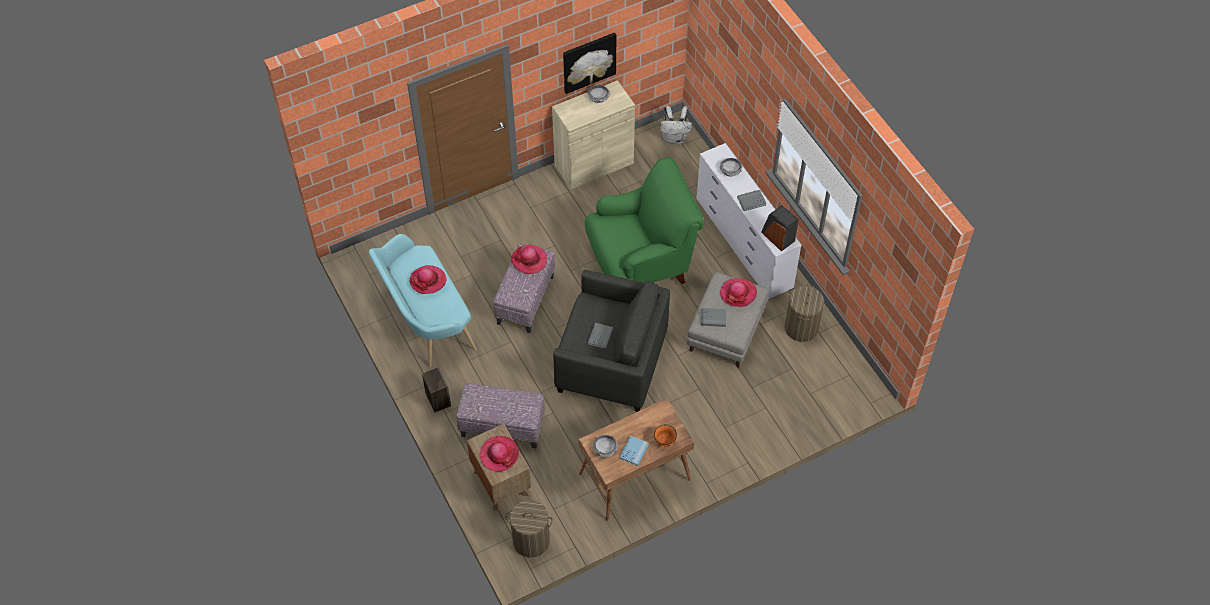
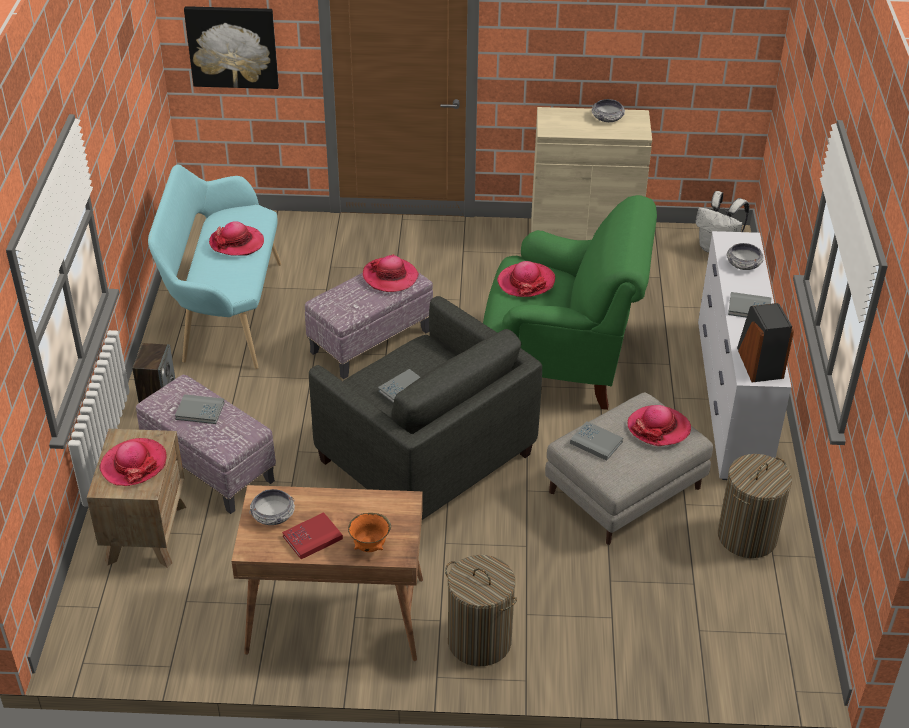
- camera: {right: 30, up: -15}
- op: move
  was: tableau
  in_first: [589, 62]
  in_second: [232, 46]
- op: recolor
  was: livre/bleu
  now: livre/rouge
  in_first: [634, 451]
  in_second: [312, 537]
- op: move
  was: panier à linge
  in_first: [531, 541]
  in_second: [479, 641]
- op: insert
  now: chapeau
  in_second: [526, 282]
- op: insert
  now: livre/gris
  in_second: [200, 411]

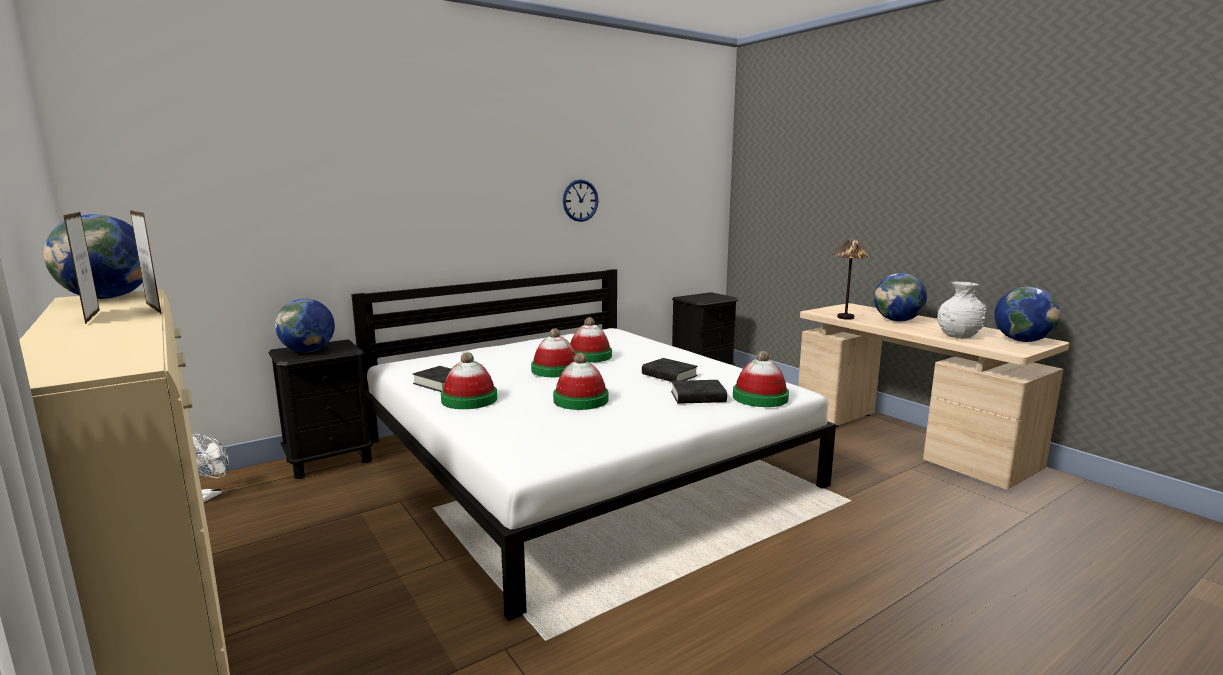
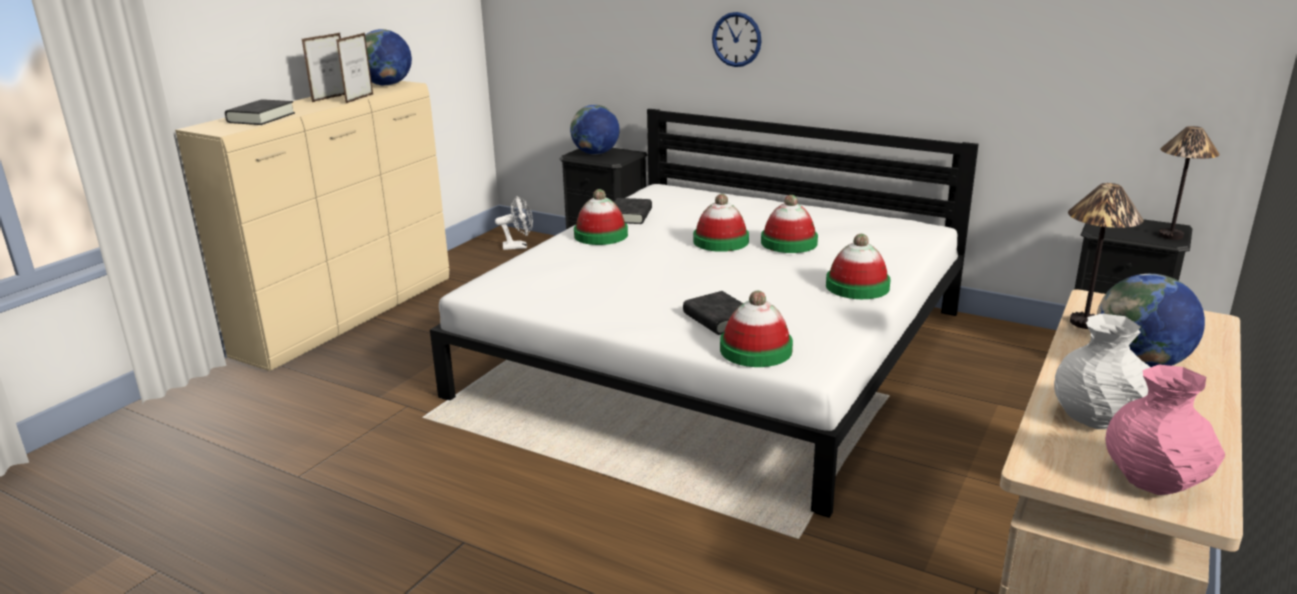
- camera: {right: 65, up: 10}
- op: move
  was: horloge murale
  in_first: [580, 200]
  in_second: [736, 39]
- op: replace
  was: globe
  now: vase/rose
  in_first: [1022, 341]
  in_second: [1155, 481]
- op: move
  was: chapeau
  in_first: [581, 400]
  in_second: [857, 286]
- op: move
  was: livre/noir
  in_first: [669, 375]
  in_second: [261, 118]
- op: insert
  now: lampe de table
  in_second: [1171, 236]

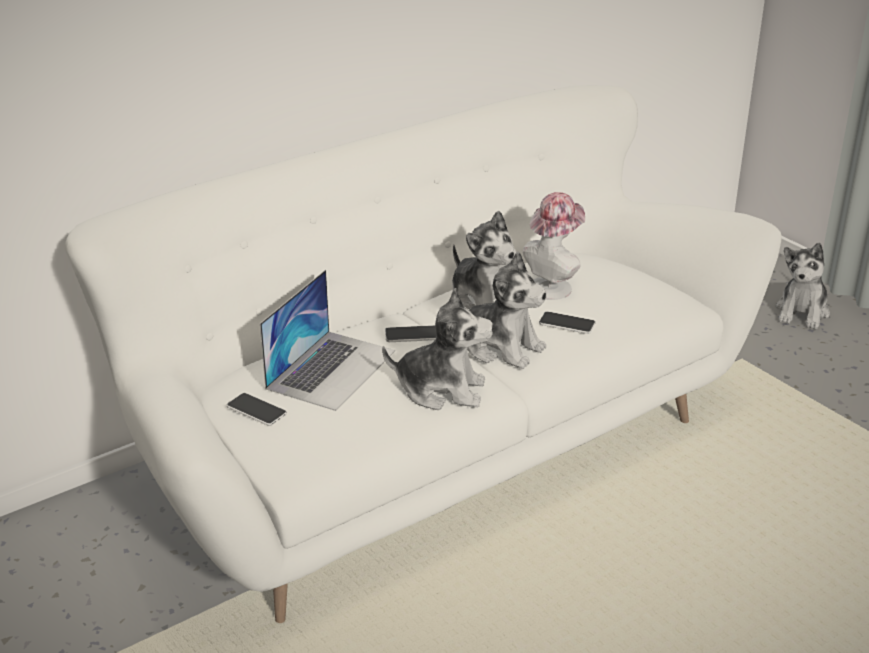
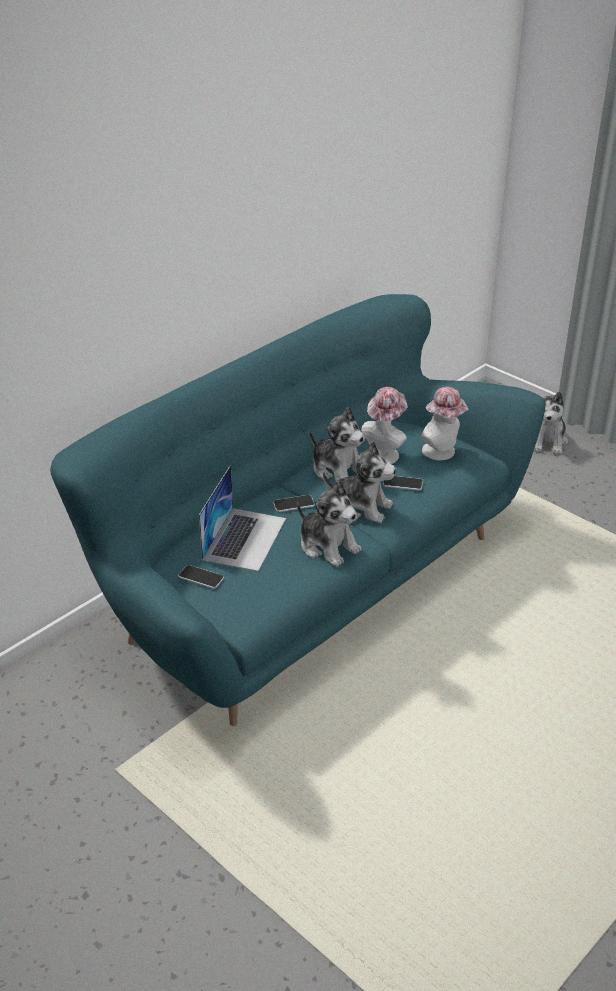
- camera: {right: -10, up: 5}
- op: recolor
  was: canapé/blanc
  now: canapé/turquoise
  in_first: [434, 453]
  in_second: [308, 583]
- op: rotate
  was: peluche
  in_first: [441, 390]
  in_second: [328, 546]
  clockwise: 45
- op: insert
  now: chapeau
  in_second: [442, 452]

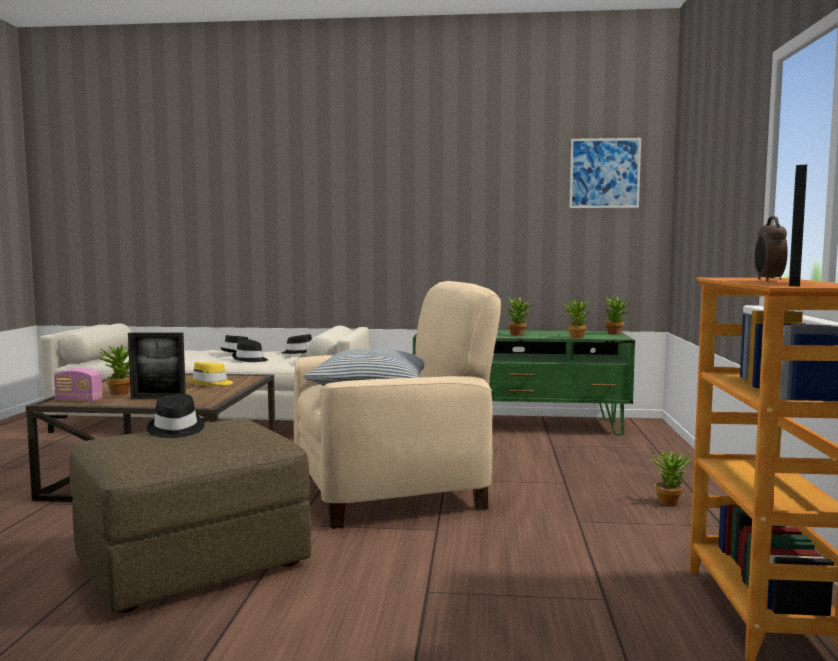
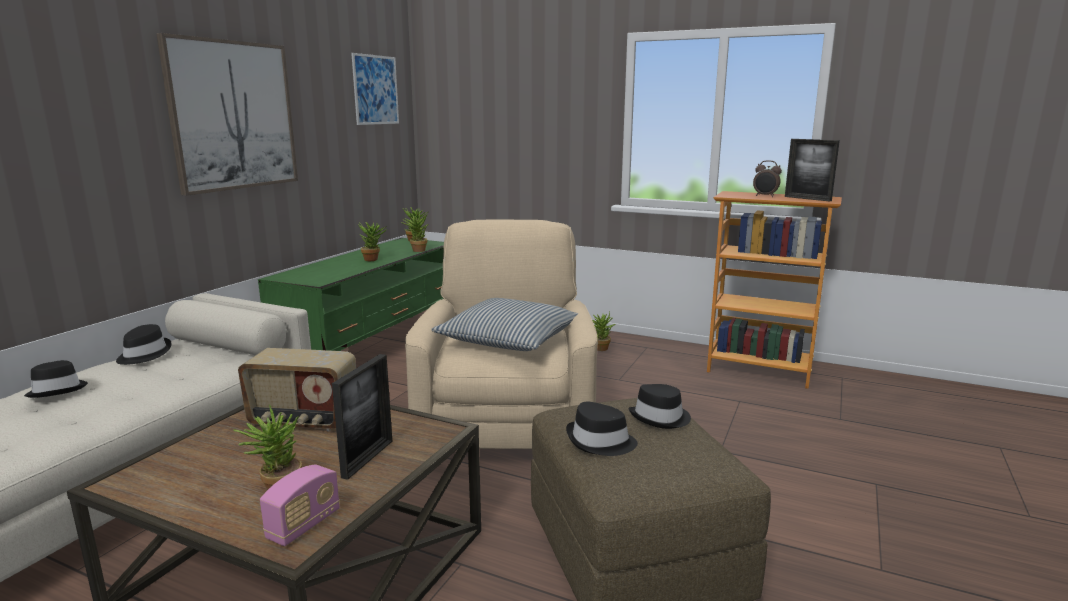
- camera: {right: -70, up: 10}
- op: move
  was: chapeau/noir
  in_first: [250, 359]
  in_second: [661, 418]
- op: replace
  was: chapeau/jaune
  now: radio
  in_first: [211, 384]
  in_second: [303, 421]
- op: insert
  now: tableau
  in_second: [233, 116]

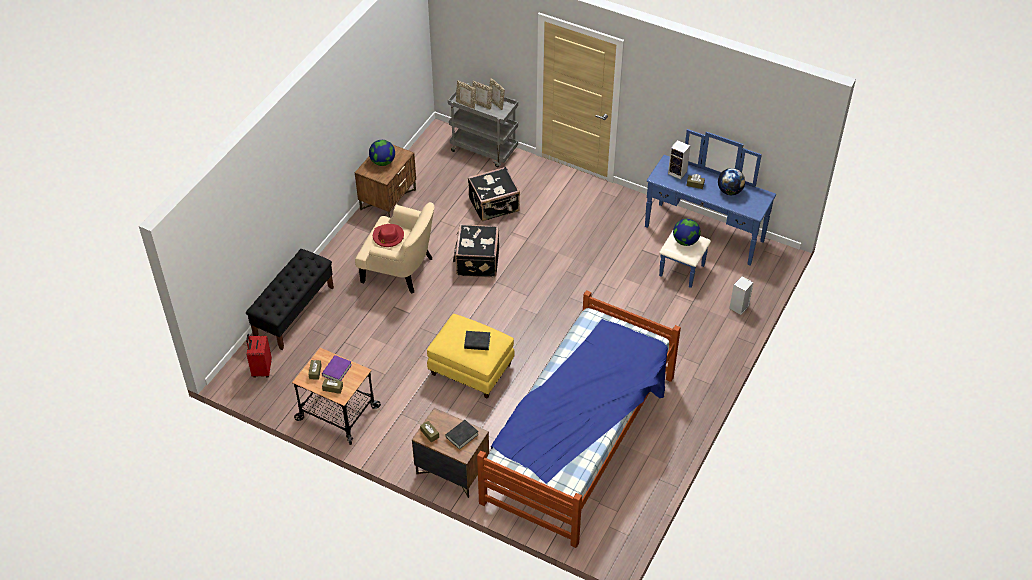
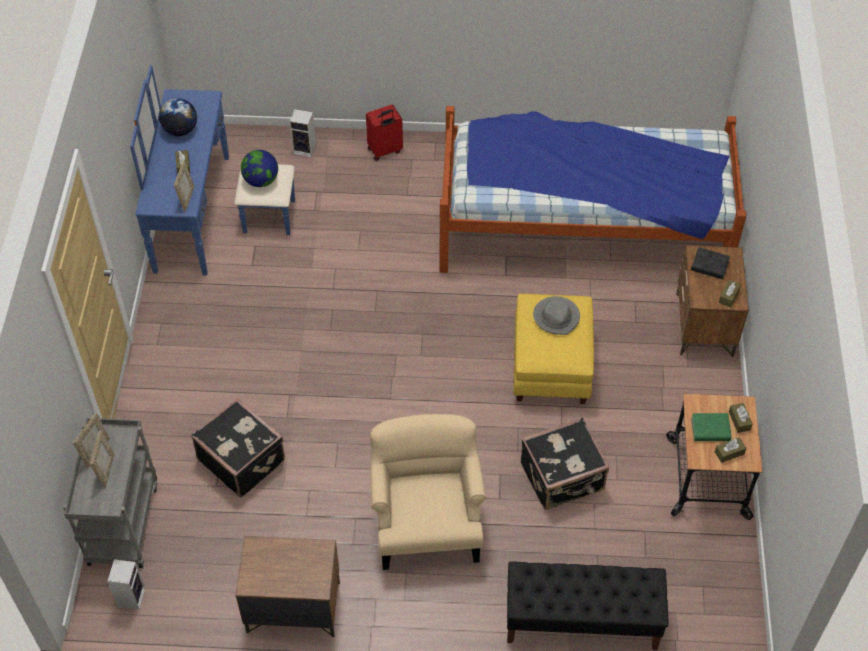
- camera: {right: -115, up: 5}
- op: move
  was: cadre photo
  in_first: [466, 104]
  in_second: [187, 199]
- op: delete
  was: globe
  in_first: [383, 162]
- op: move
  was: enceinte
  in_first: [678, 173]
  in_second: [131, 596]
- op: delete
  was: chapeau/rouge
  in_first: [388, 237]
- op: move
  was: valise/noir
  in_first: [476, 261]
  in_second: [563, 478]
- op: replace
  was: livre/noir
  now: chapeau/gris
  in_first: [477, 342]
  in_second: [556, 317]
- op: move
  was: valise/rouge
  in_first: [261, 369]
  in_second: [385, 151]
- op: recolor
  was: livre/violet
  now: livre/vert
  in_first: [337, 370]
  in_second: [710, 430]

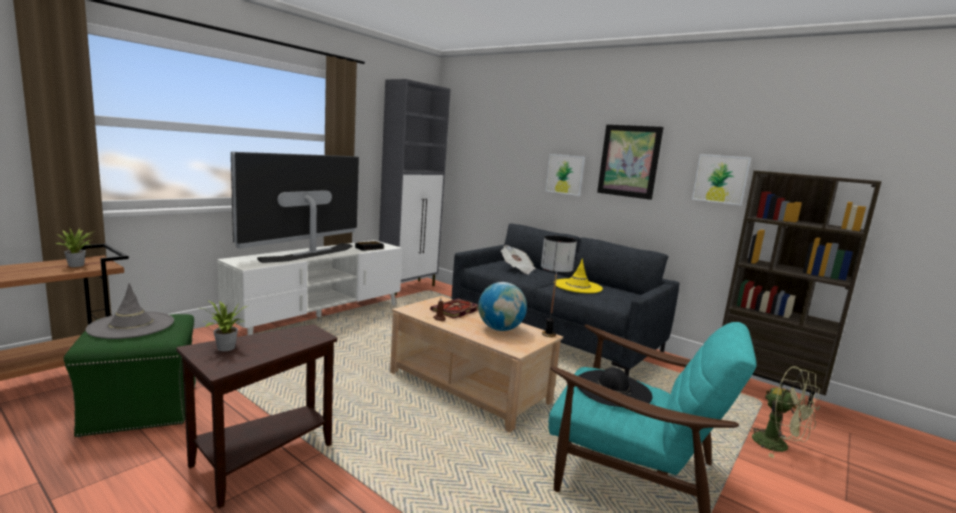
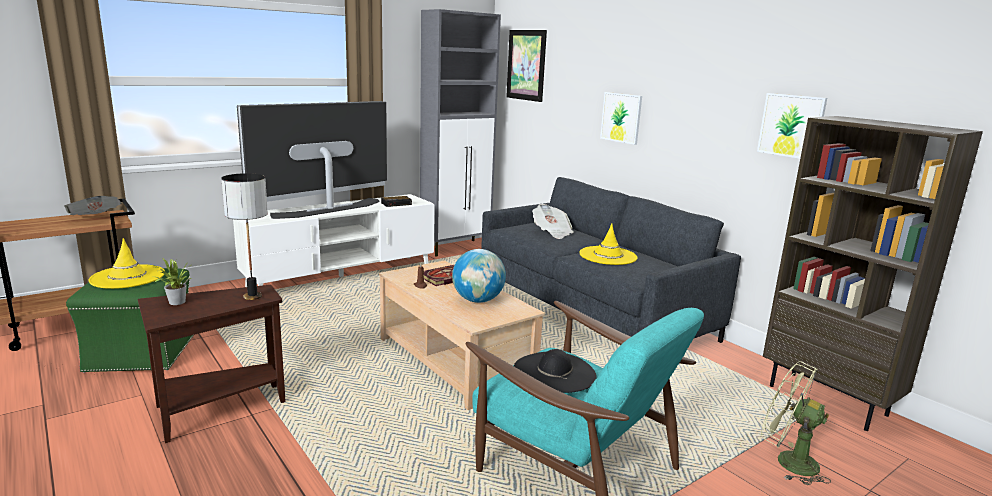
- camera: {right: 15, up: 5}
- op: move
  was: tableau
  in_first: [629, 161]
  in_second: [526, 65]
- op: replace
  was: plante en pot
  now: journal
  in_first: [78, 265]
  in_second: [95, 219]
- op: move
  was: lampe de table
  in_first: [549, 334]
  in_second: [253, 296]
- op: recolor
  was: chapeau/gris
  now: chapeau/jaune
  in_first: [131, 325]
  in_second: [127, 277]
- op: rotate
  was: ventilateur/vert
  in_first: [778, 446]
  in_second: [787, 461]
  clockwise: 150

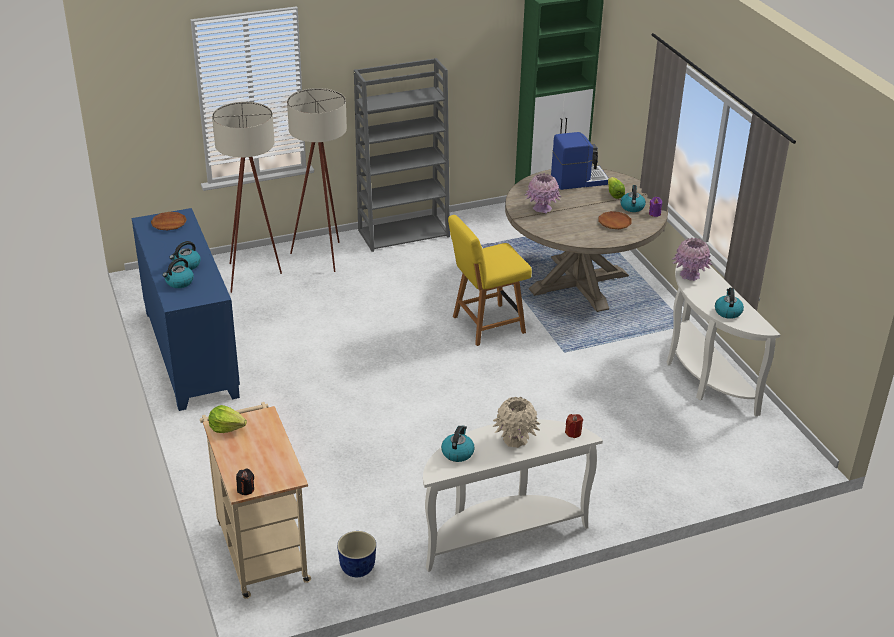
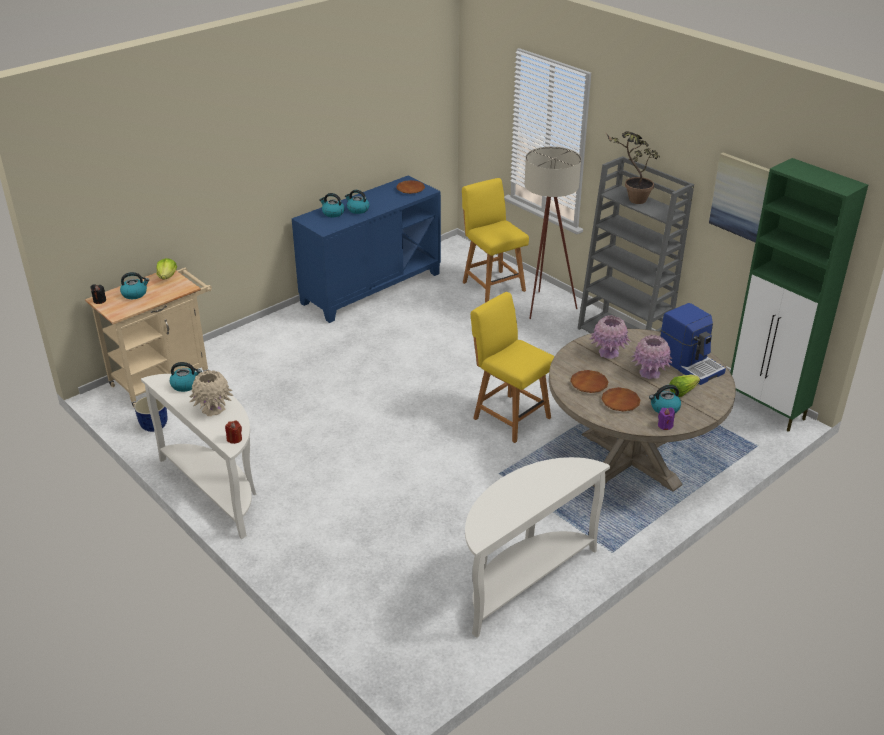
- camera: {right: 70, up: 0}
- op: replace
  was: lampadaire/beige
  now: chaise/jaune
  in_first: [255, 276]
  in_second: [492, 285]
- op: move
  was: vase/rose
  in_first: [689, 275]
  in_second: [649, 373]
- op: move
  was: bouilloire
  in_first: [728, 311]
  in_second: [135, 294]
- op: insert
  now: plante en pot
  in_second: [630, 200]
- op: insert
  now: tableau
  in_second: [742, 197]
- op: insert
  now: assiette/marron
  in_second: [589, 384]

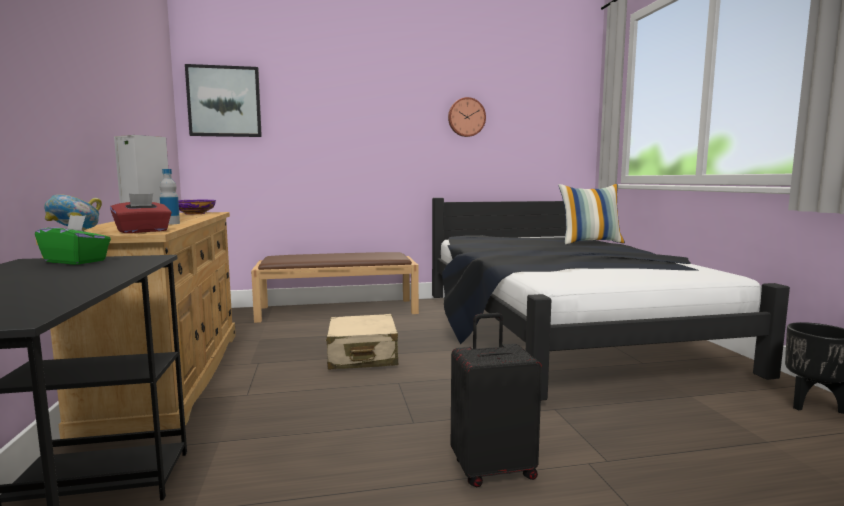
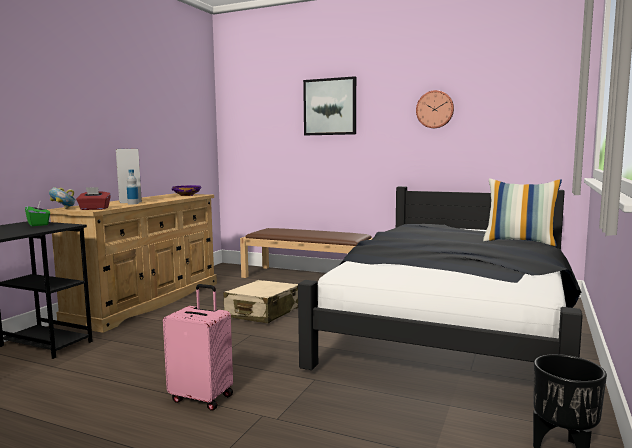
- camera: {right: 35, up: 0}
- op: move
  was: tableau
  in_first: [224, 101]
  in_second: [330, 107]
- op: recolor
  was: valise/noir
  now: valise/rose
  in_first: [493, 469]
  in_second: [202, 397]

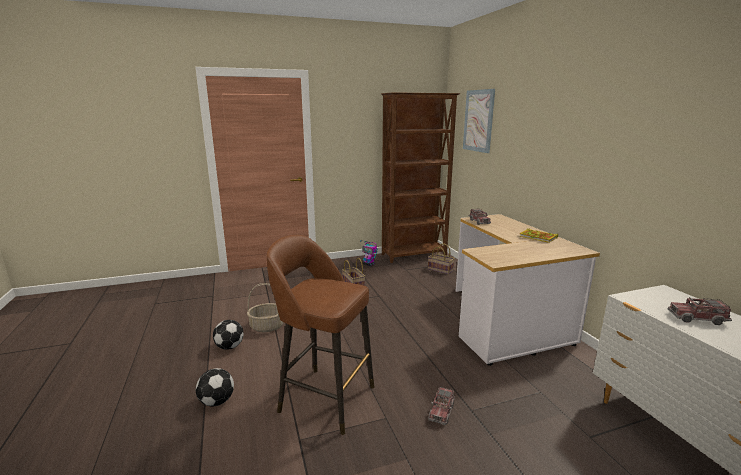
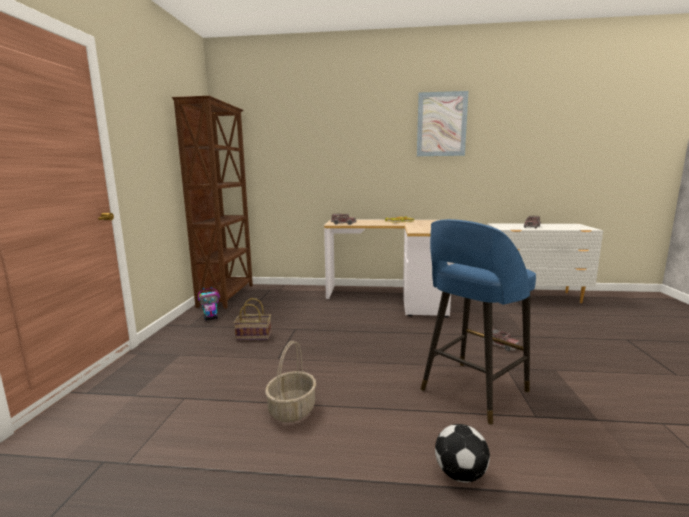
- camera: {right: -65, up: -5}
- op: move
  was: tableau
  in_first: [478, 121]
  in_second: [441, 124]
- op: recolor
  was: tabouret/marron
  now: tabouret/bleu
  in_first: [324, 398]
  in_second: [472, 392]
- op: delete
  was: panier
  in_first: [441, 270]
- op: delete
  was: ballon de foot
  in_first: [229, 346]

